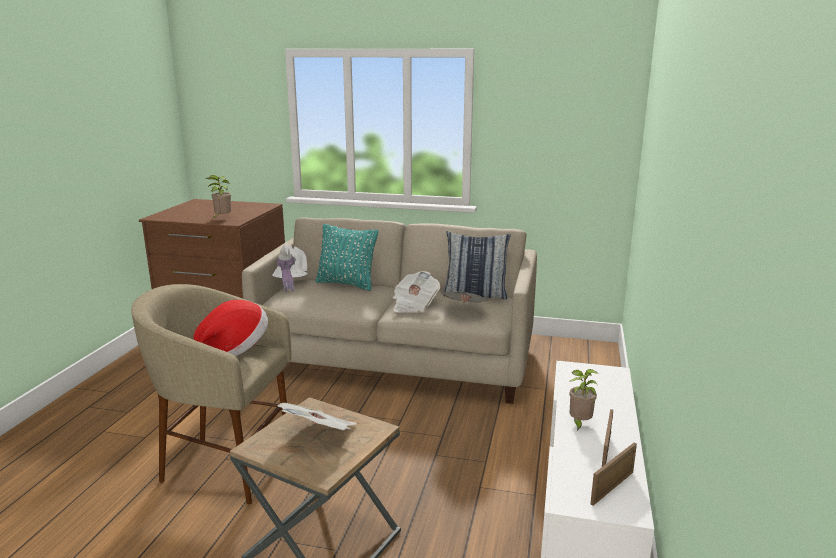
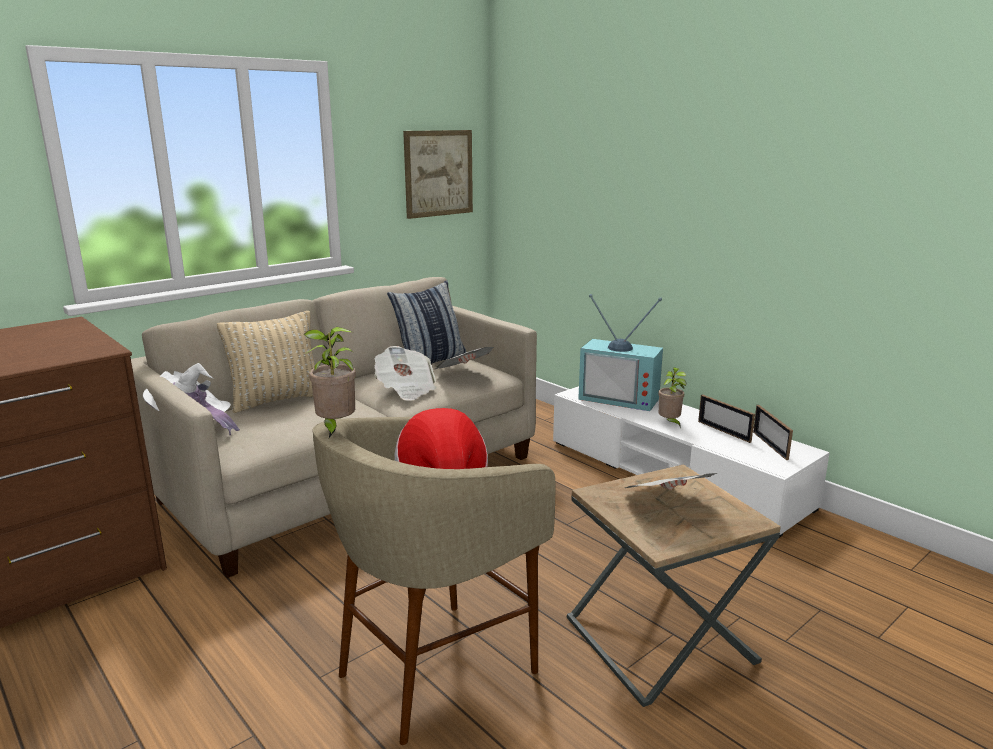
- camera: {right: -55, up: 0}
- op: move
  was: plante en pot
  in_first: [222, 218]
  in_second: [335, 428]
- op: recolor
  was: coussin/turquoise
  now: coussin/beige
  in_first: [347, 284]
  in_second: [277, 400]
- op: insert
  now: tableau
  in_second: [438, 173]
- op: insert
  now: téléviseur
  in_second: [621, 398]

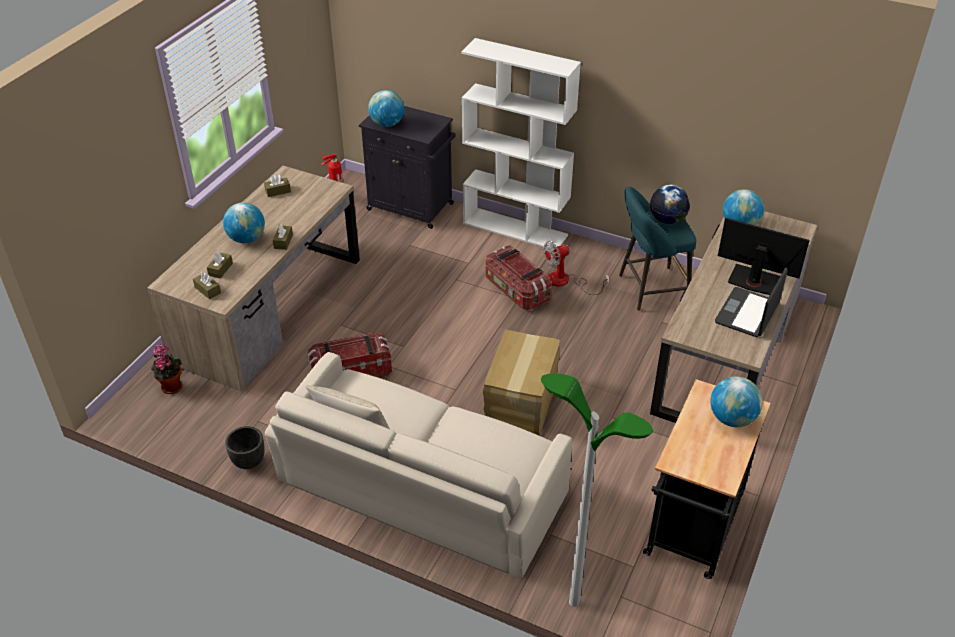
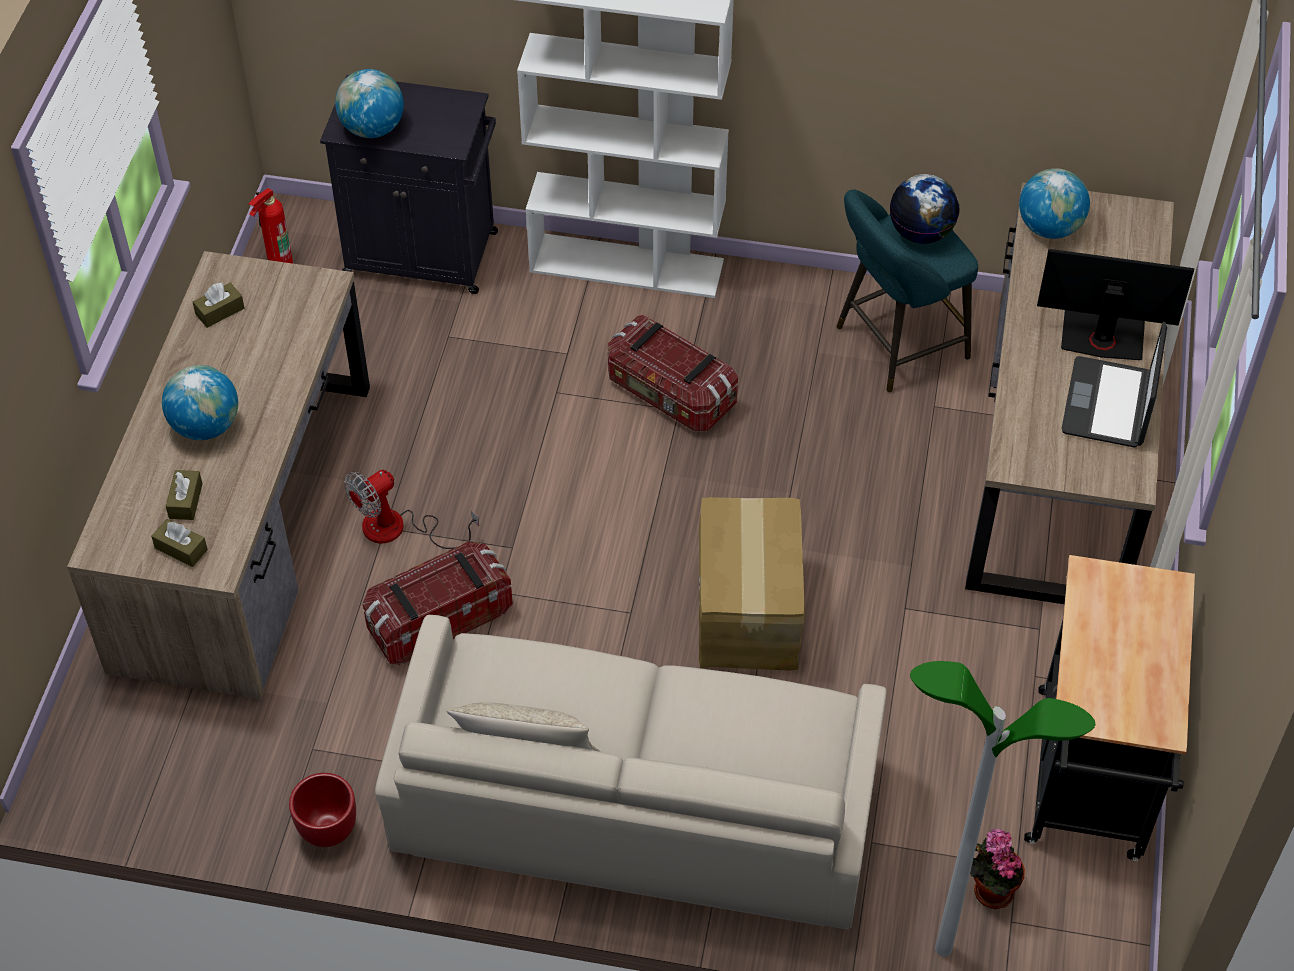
- camera: {right: -15, up: 10}
- op: delete
  was: boîte à mouchoirs/marron
  in_first: [283, 241]
- op: move
  was: ventilateur
  in_first: [566, 282]
  in_second: [398, 529]
- op: move
  was: plante en pot
  in_first: [171, 386]
  in_second: [990, 889]
- op: delete
  was: globe
  in_first: [732, 419]
- op: recolor
  was: cache-pot/noir
  now: cache-pot/rouge
  in_first: [248, 462]
  in_second: [327, 830]

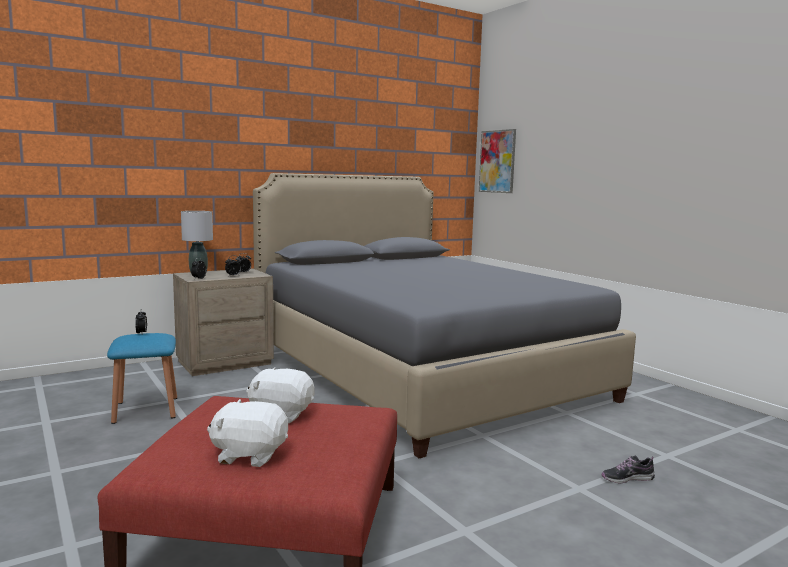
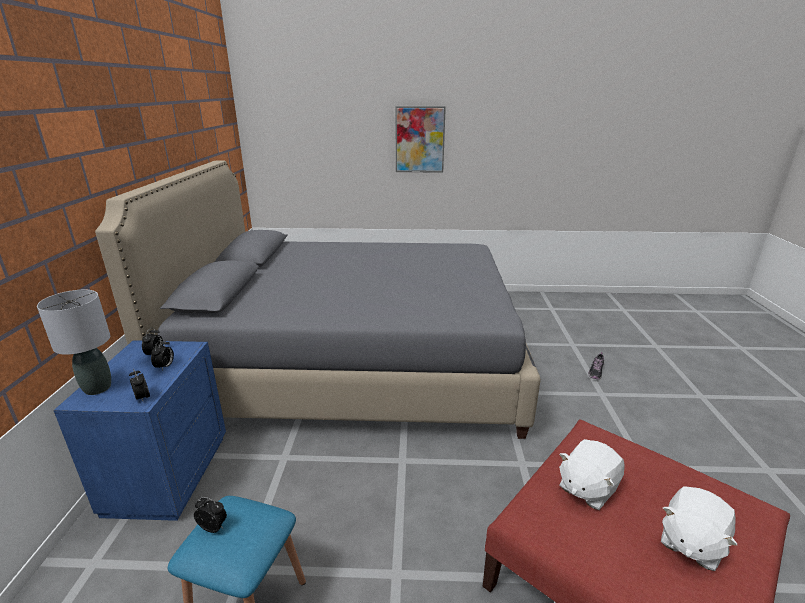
- camera: {right: -55, up: 15}
- op: move
  was: tableau
  in_first: [497, 161]
  in_second: [419, 140]
- op: recolor
  was: table de chevet/beige
  now: table de chevet/bleu
  in_first: [224, 362]
  in_second: [166, 474]

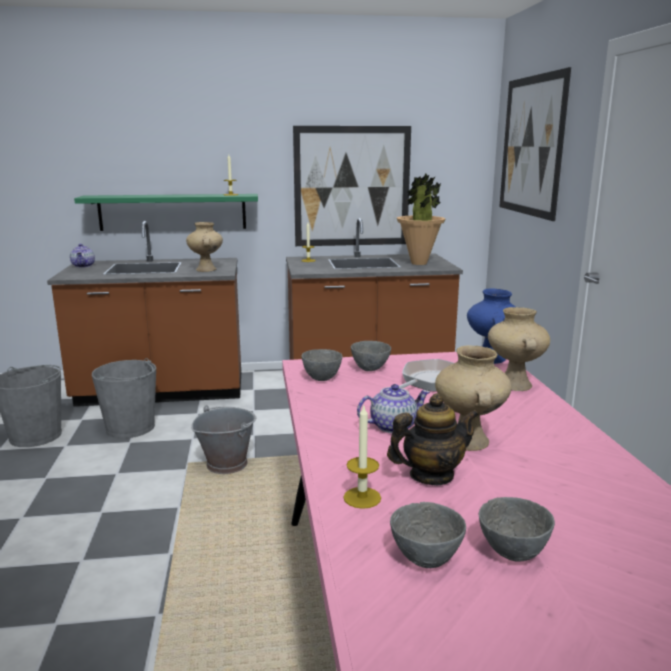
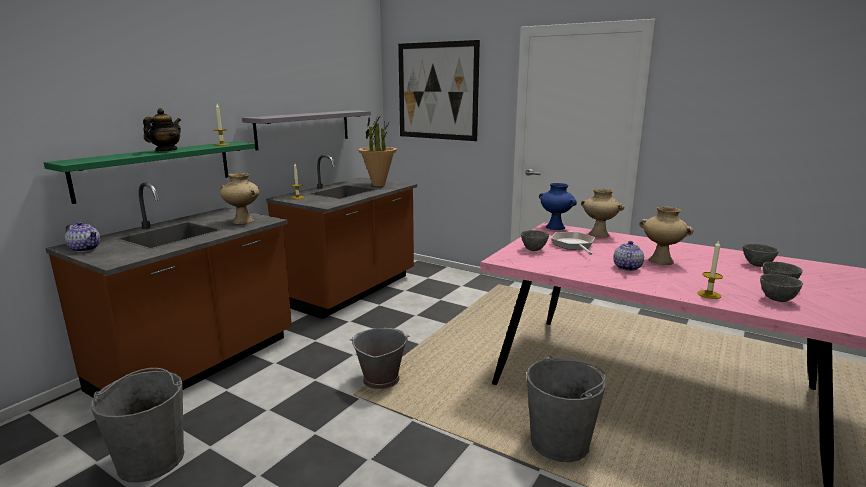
- camera: {right: -50, up: 0}
- op: replace
  was: tableau
  now: étagère/gris
  in_first: [352, 187]
  in_second: [304, 128]
- op: move
  was: bol/gris
  in_first: [321, 378]
  in_second: [757, 265]
- op: move
  was: seau/gris
  in_first: [130, 427]
  in_second: [560, 443]
- op: move
  was: théière
  in_first: [431, 475]
  in_second: [166, 151]

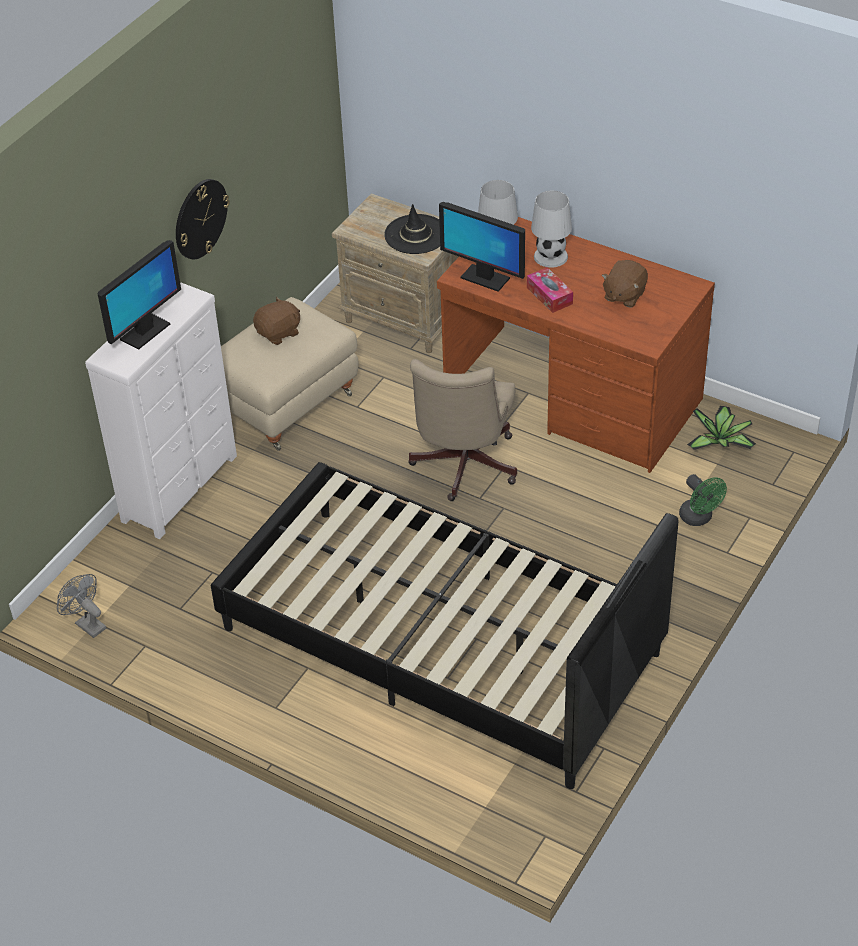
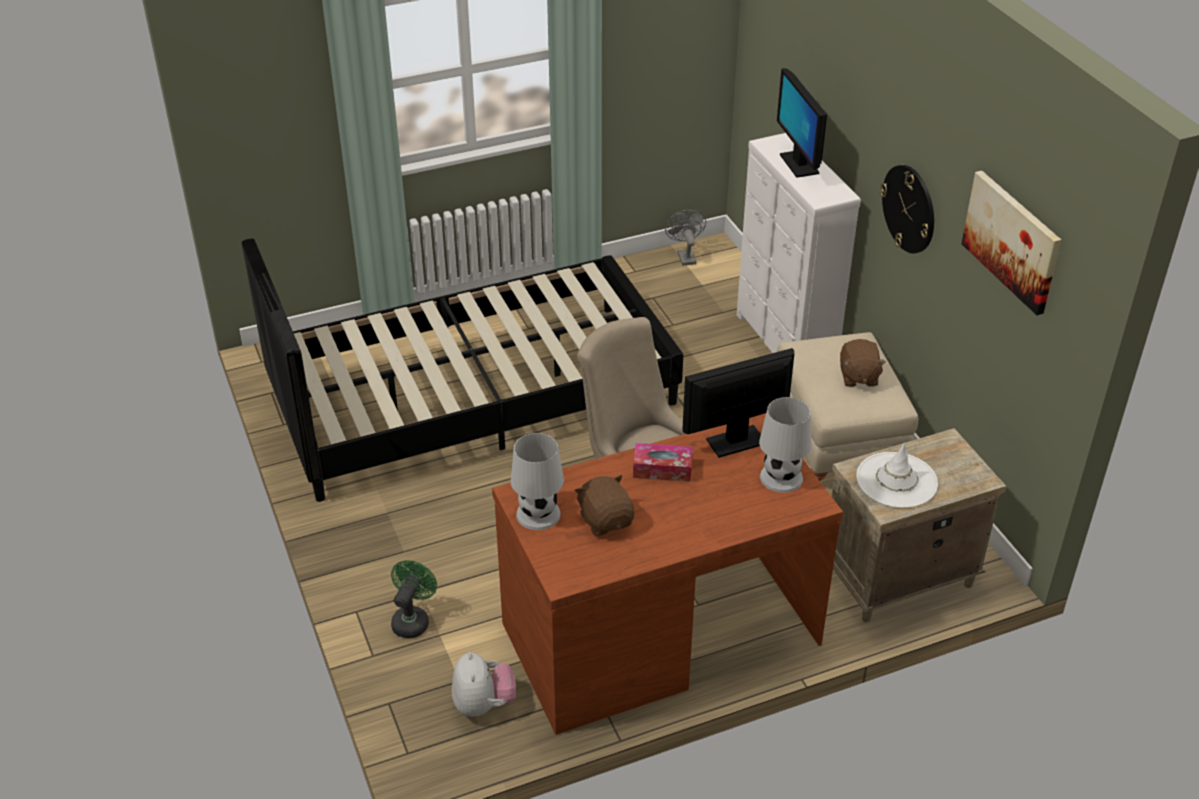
- camera: {right: 125, up: -5}
- op: move
  was: lampe de table/blanc
  in_first: [550, 256]
  in_second: [539, 514]
- op: recolor
  was: chapeau/noir
  now: chapeau/blanc
  in_first: [416, 235]
  in_second: [896, 480]
- op: replace
  was: plante en pot
  now: peluche
  in_first: [720, 441]
  in_second: [483, 704]
- op: rotate
  was: ventilateur/vert
  in_first: [699, 518]
  in_second: [412, 619]
  clockwise: 105
- op: rotate
  was: ventilateur/gris
  in_first: [87, 624]
  in_second: [685, 256]
  clockwise: -90
- op: insert
  now: tableau
  in_second: [1012, 241]

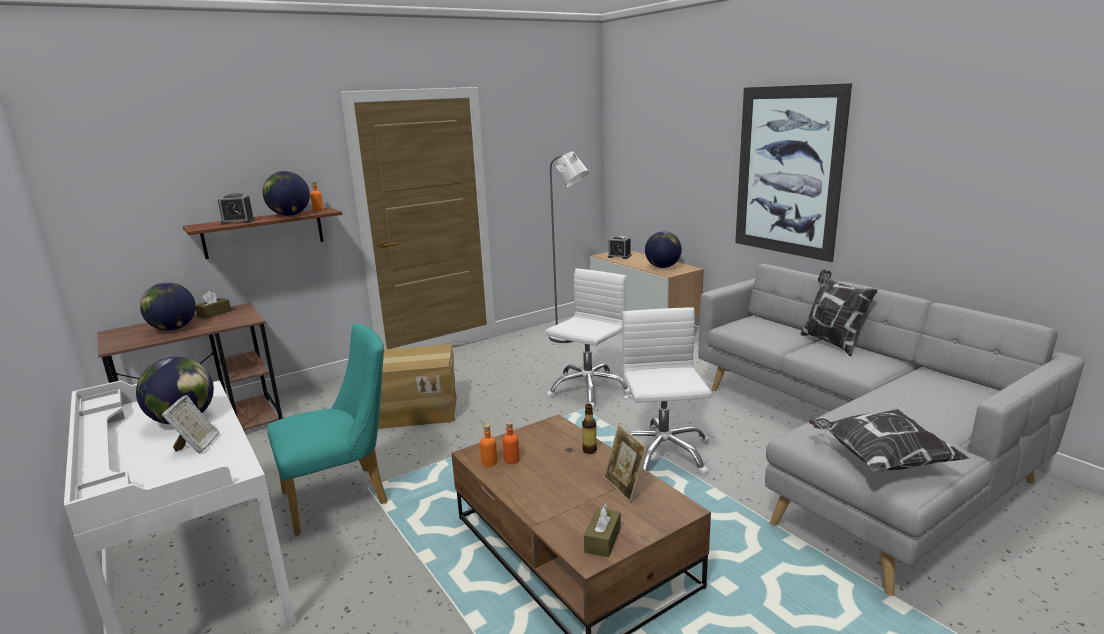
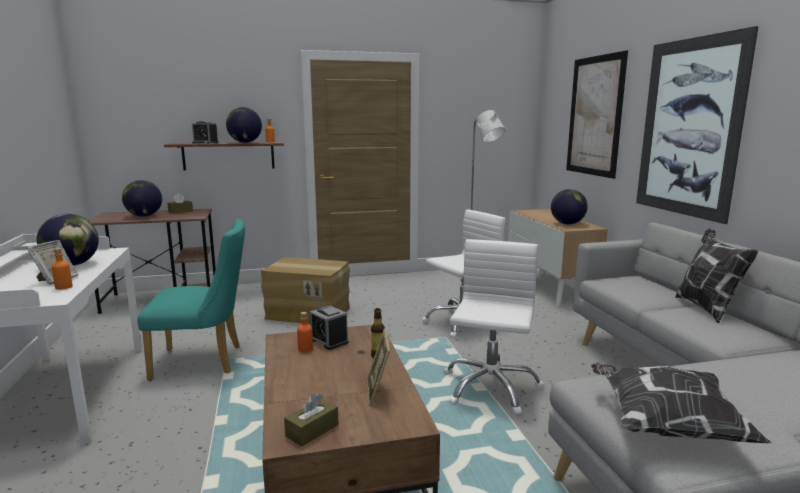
- camera: {right: 20, up: -5}
- op: move
  was: réveil
  in_first: [619, 256]
  in_second: [329, 341]
- op: move
  was: bouteille/orange
  in_first: [489, 462]
  in_second: [64, 287]
- op: insert
  now: tableau
  in_second: [594, 116]

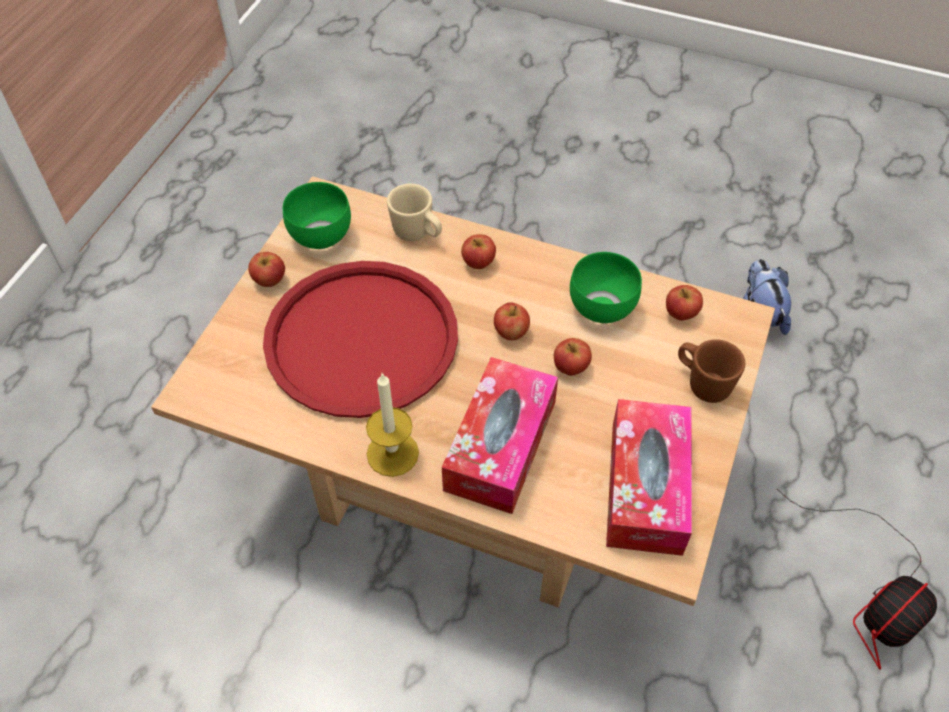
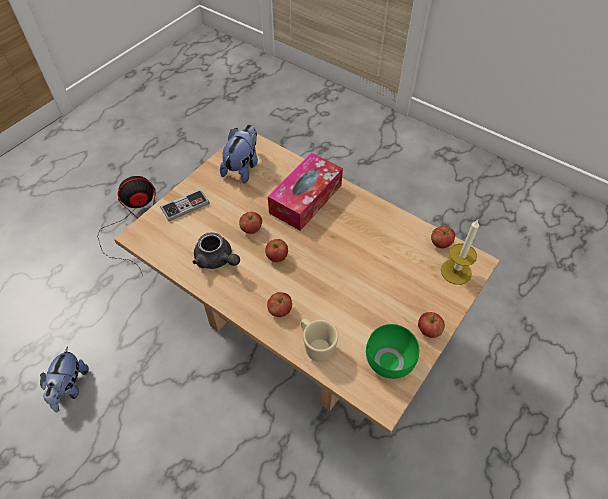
- camera: {right: -165, up: 0}
- op: replace
  was: bol/vert
  now: théière/gris
  in_first: [599, 309]
  in_second: [217, 260]
- op: delete
  was: plateau/rouge
  in_first: [361, 339]
- op: move
  was: pomme
  in_first: [681, 314]
  in_second: [440, 243]
- op: replace
  was: mug/marron
  now: manette
  in_first: [702, 383]
  in_second: [185, 206]
- op: move
  was: bougie
  in_first: [392, 453]
  in_second: [456, 271]
- op: replace
  was: boîte à mouchoirs
  now: peluche
  in_first: [646, 487]
  in_second: [243, 167]

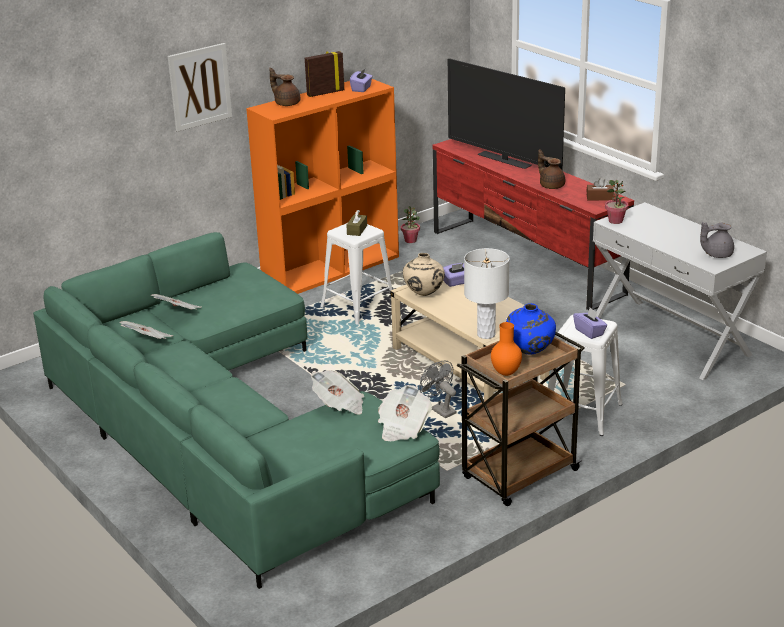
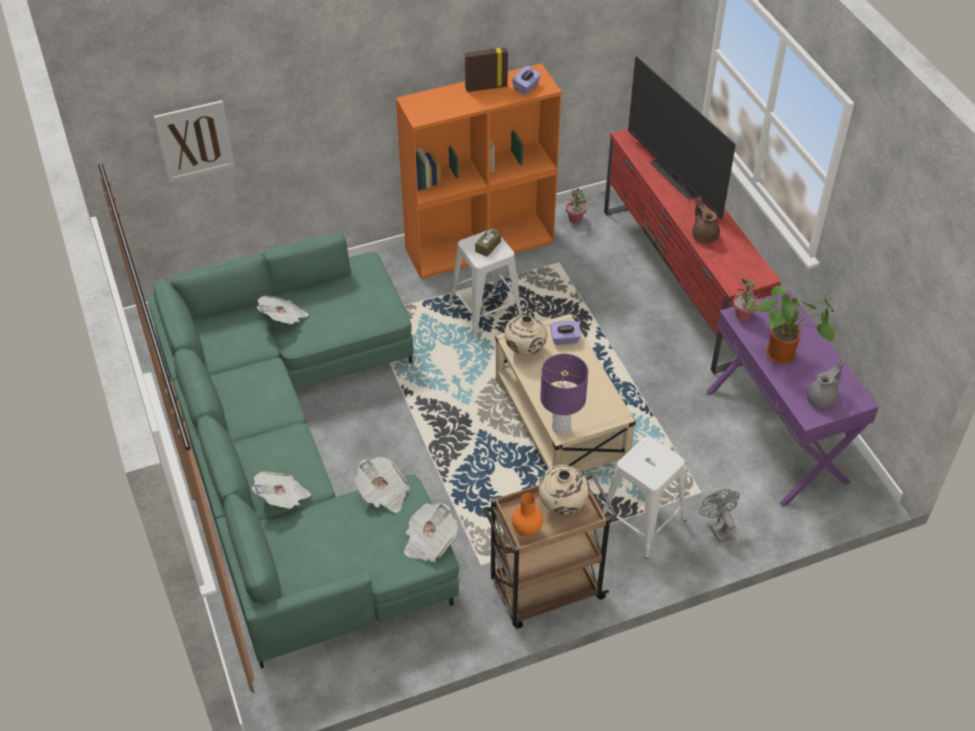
- camera: {right: 15, up: 20}
- op: move
  was: tableau
  in_first: [200, 86]
  in_second: [195, 141]
- op: delete
  was: théière/marron
  in_first: [286, 103]
- op: delete
  was: boîte à mouchoirs/marron
  in_first: [599, 197]
- op: recolor
  was: table console/blanc
  now: table console/violet
  in_first: [670, 338]
  in_second: [777, 436]
- op: rotate
  was: théière/gris
  in_first: [716, 254]
  in_second: [822, 398]
  clockwise: 135
- op: recolor
  was: lampe de table/blanc
  now: lampe de table/violet
  in_first: [486, 334]
  in_second: [561, 428]
- op: recolor
  was: vase/bleu
  now: vase/beige
  in_first: [530, 352]
  in_second: [562, 506]
- op: delete
  was: boîte à mouchoirs/violet
  in_first: [589, 332]
- op: move
  was: journal
  in_first: [148, 342]
  in_second: [283, 498]
- op: move
  was: ventilateur/gris
  in_first: [439, 410]
  in_second: [717, 528]
- op: insert
  now: plante en pot
  in_second: [784, 354]

